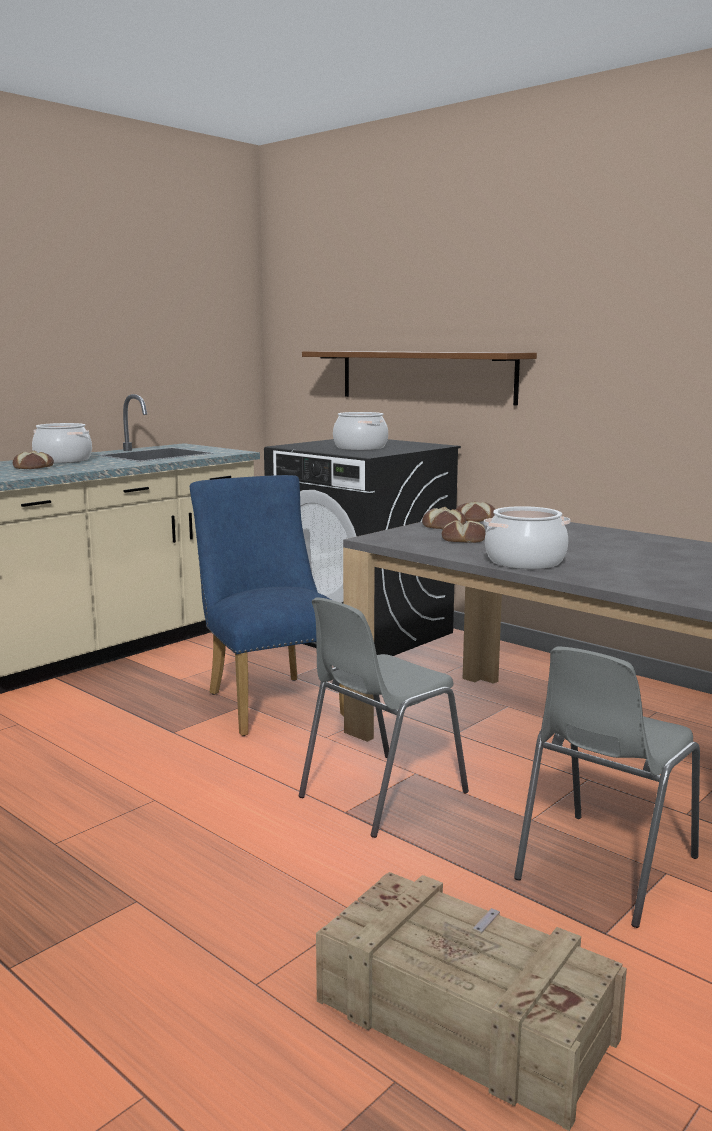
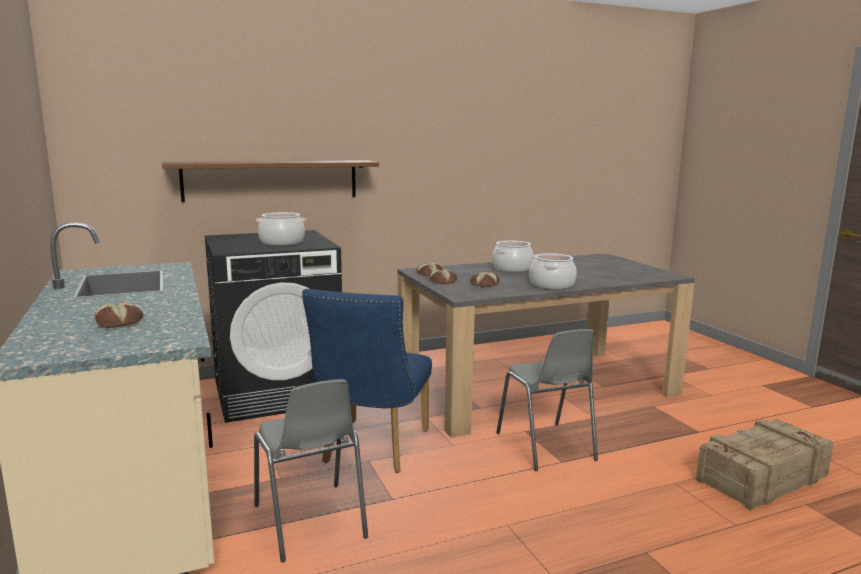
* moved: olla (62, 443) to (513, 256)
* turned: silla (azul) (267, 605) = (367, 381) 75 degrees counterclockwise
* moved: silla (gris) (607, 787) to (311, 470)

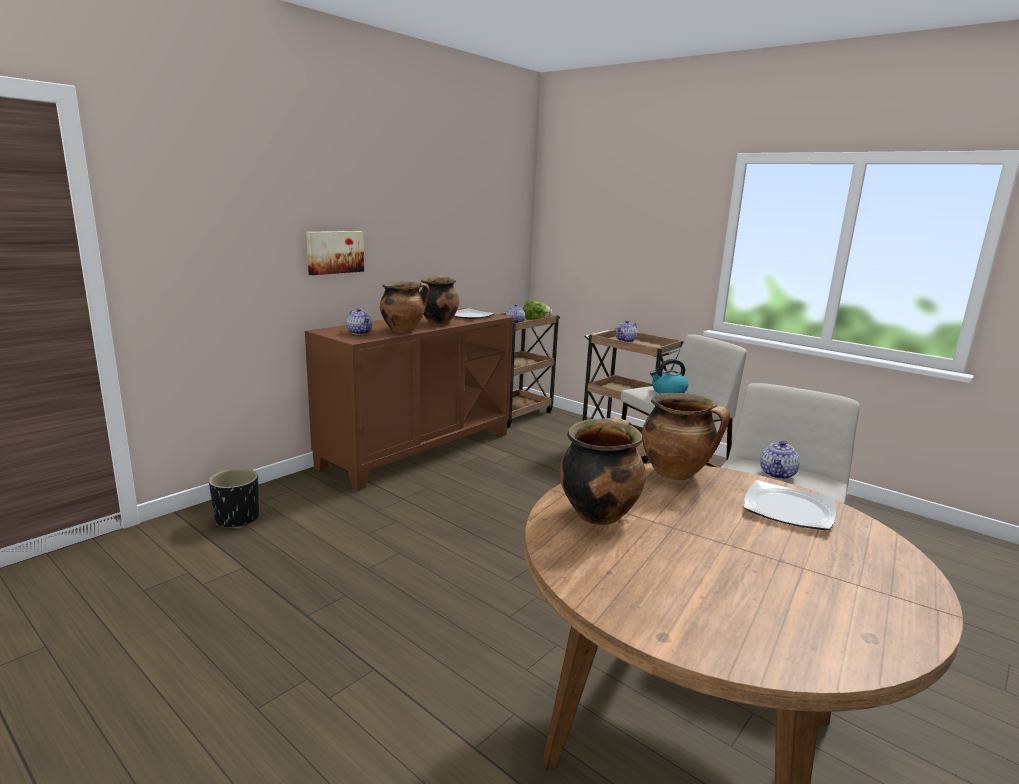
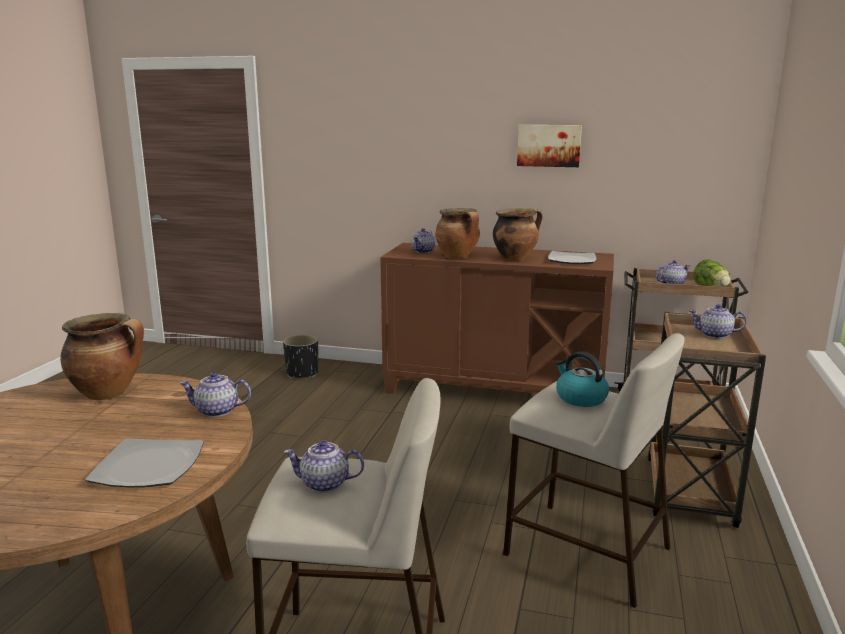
* moved: cuadro (335, 253) to (549, 146)
* replaced: olla (686, 436) to tetera (215, 394)

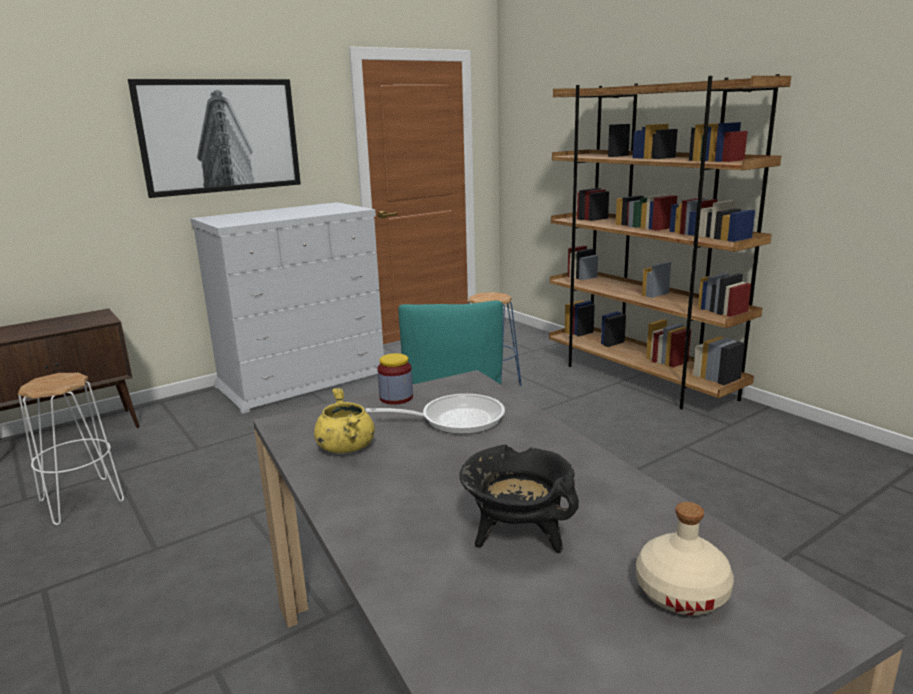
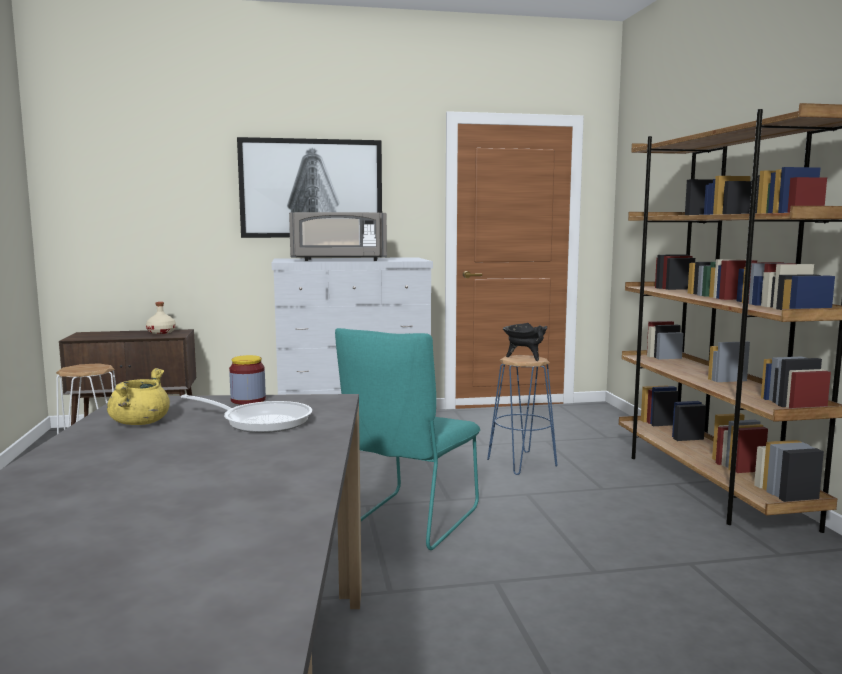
* moved: olla (negro) (519, 498) to (525, 342)
* moved: botella (beis) (685, 558) to (161, 318)
* added: microondas (gris) (338, 236)

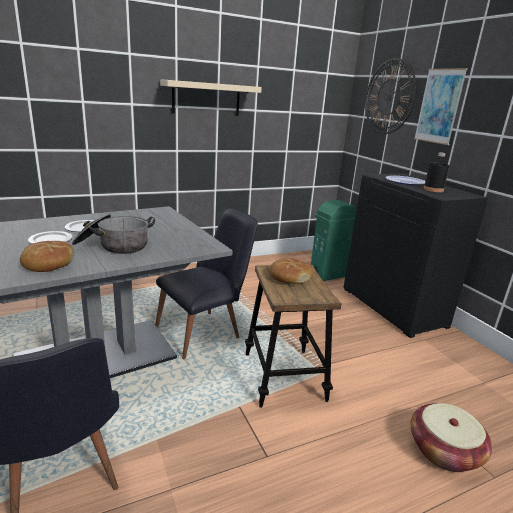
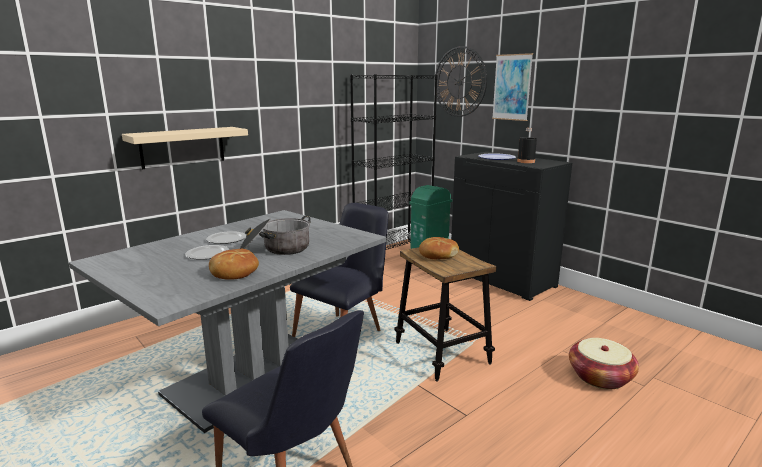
* moved: estante (beis) (211, 98) to (185, 148)
* added: estantería (negro) (394, 162)

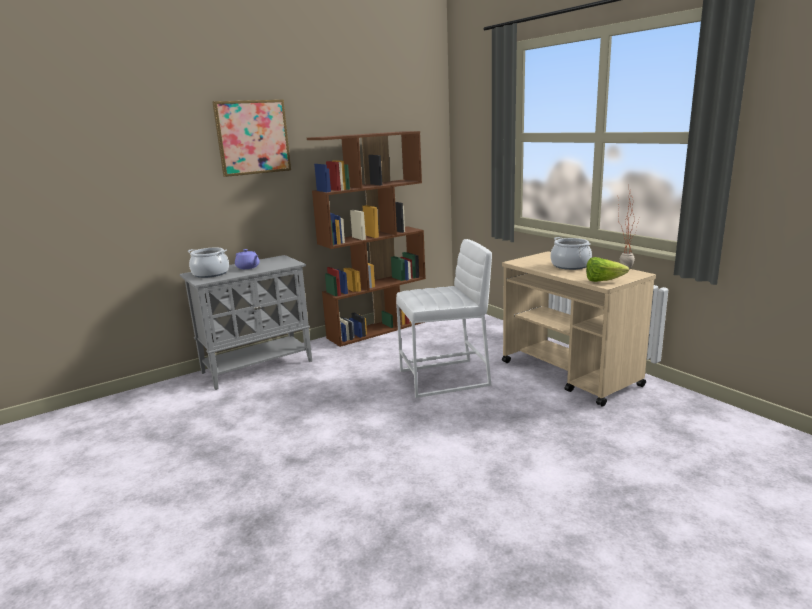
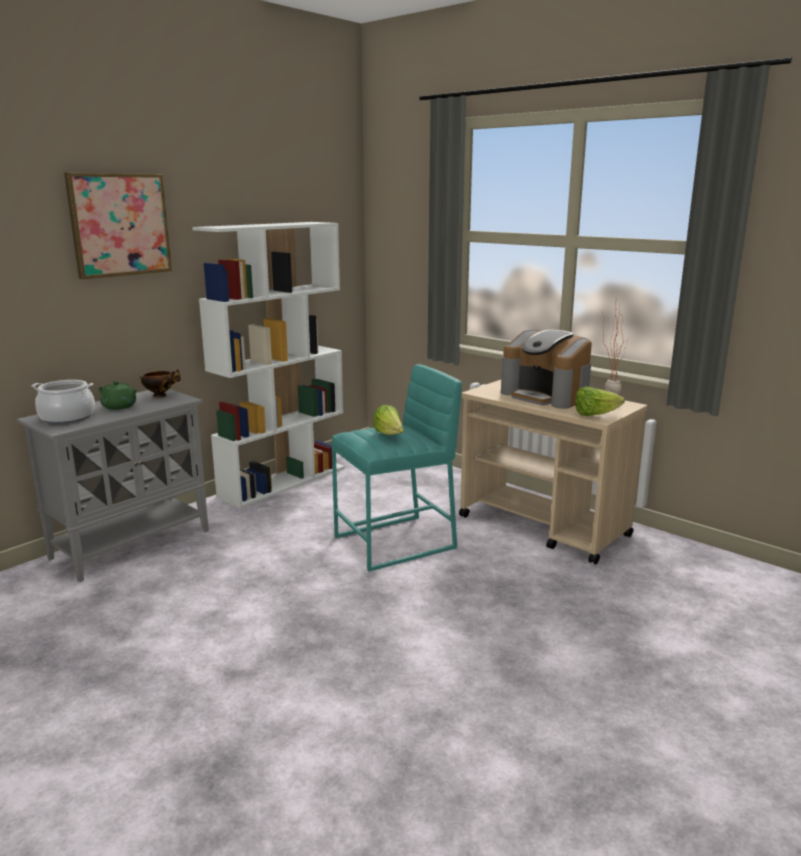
* recoloured: tetera (morado) (247, 259) to tetera (verde) (118, 395)
* recoloured: estantería (marrón) (366, 239) to estantería (blanco) (268, 365)
* recoloured: taburete (blanco) (444, 318) to taburete (turquesa) (397, 468)
* replaced: olla (571, 253) to cafetera (546, 369)
* added: cuenco (160, 384)
* added: lechuga (388, 420)

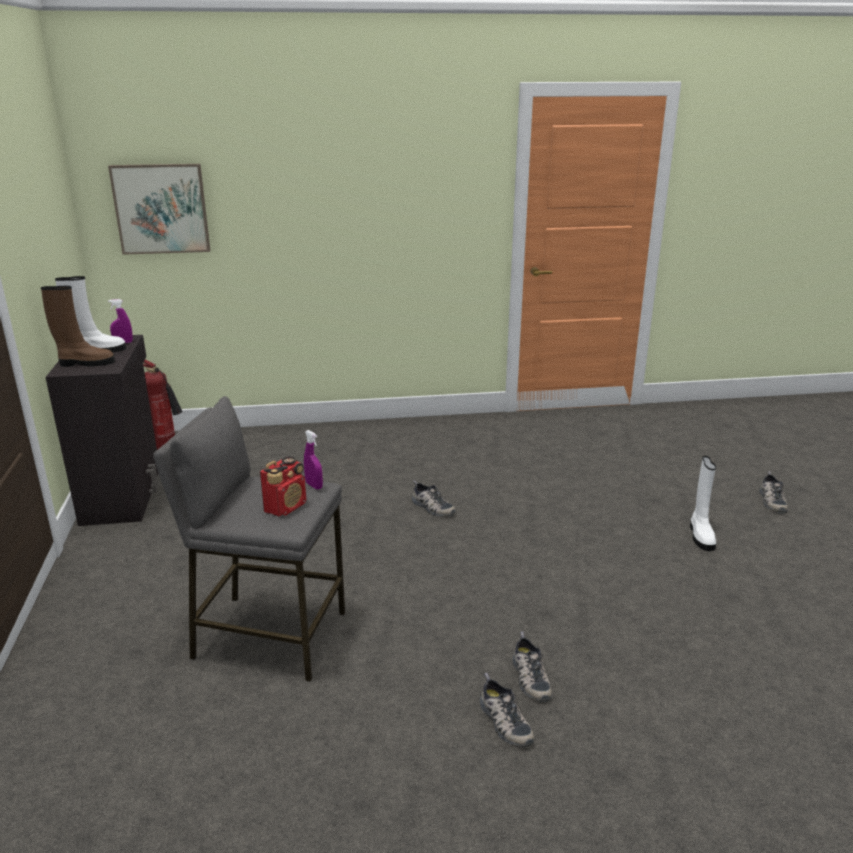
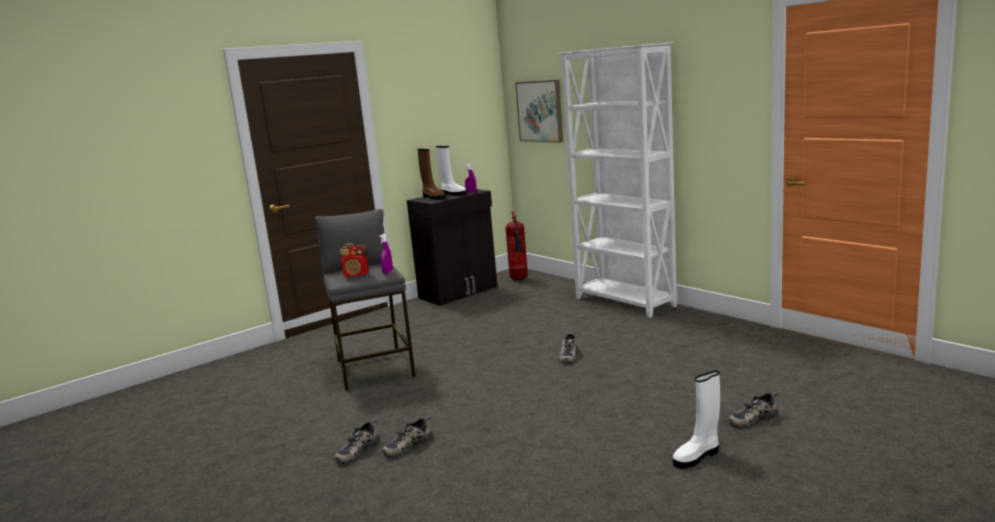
* moved: zapato (773, 492) to (753, 410)
* added: estantería (blanco) (616, 180)

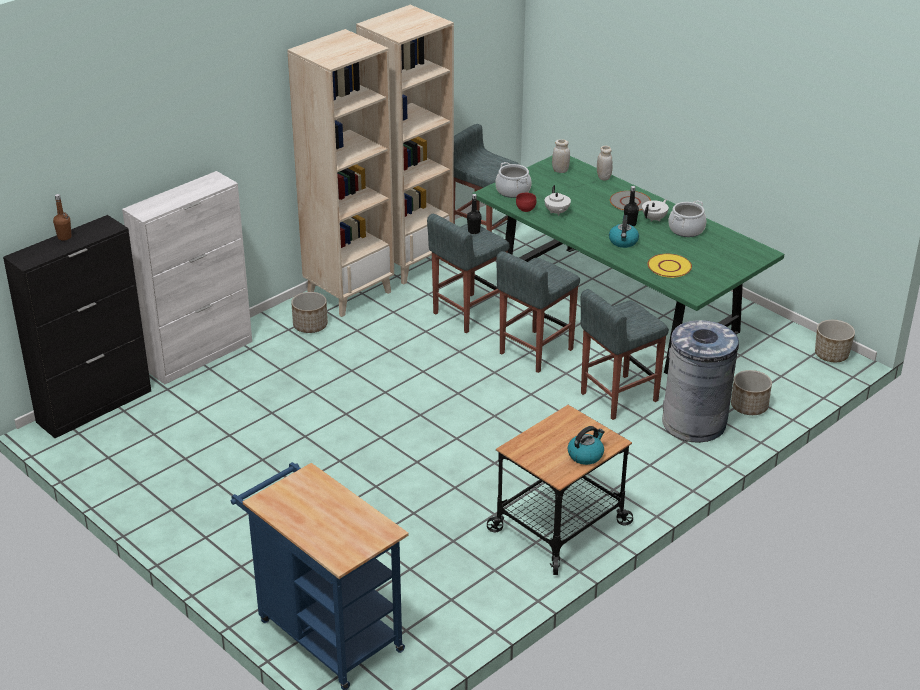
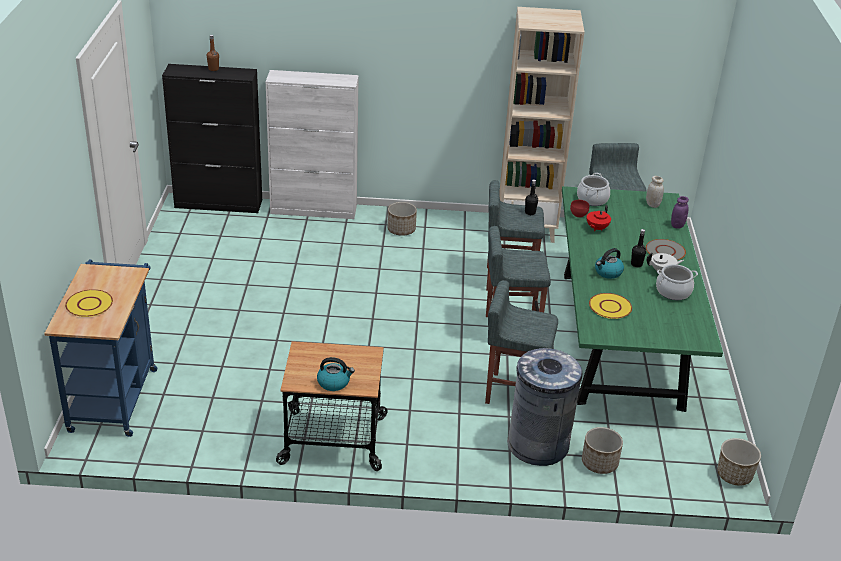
* removed: estantería (beis) (340, 173)
* recoloured: tetera (blanco) (557, 200) to tetera (rojo) (599, 218)
* recoloured: tarro (blanco) (604, 163) to tarro (morado) (680, 212)
* added: plato (amarillo) (89, 303)

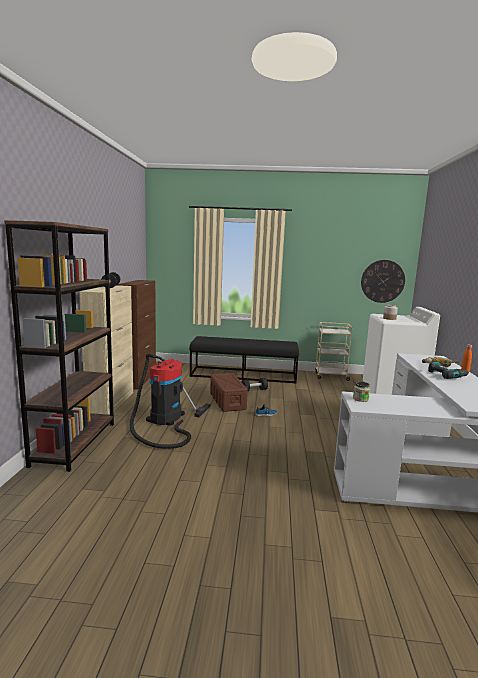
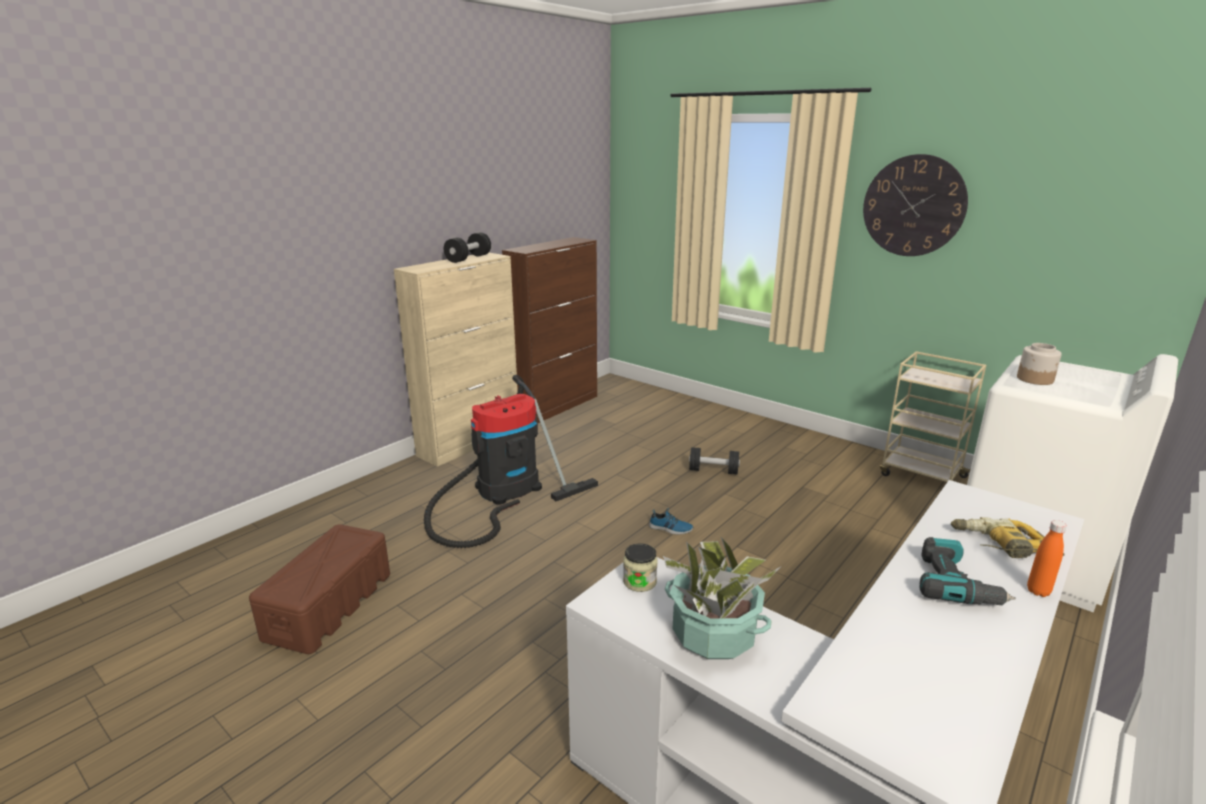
* removed: estantería (marrón) (59, 346)
* removed: banco (negro) (244, 360)
* moved: caja de almacenaje (marrón) (229, 392) to (319, 589)
* moved: reloj de pared (383, 281) to (915, 205)
* added: planta en maceta (721, 598)

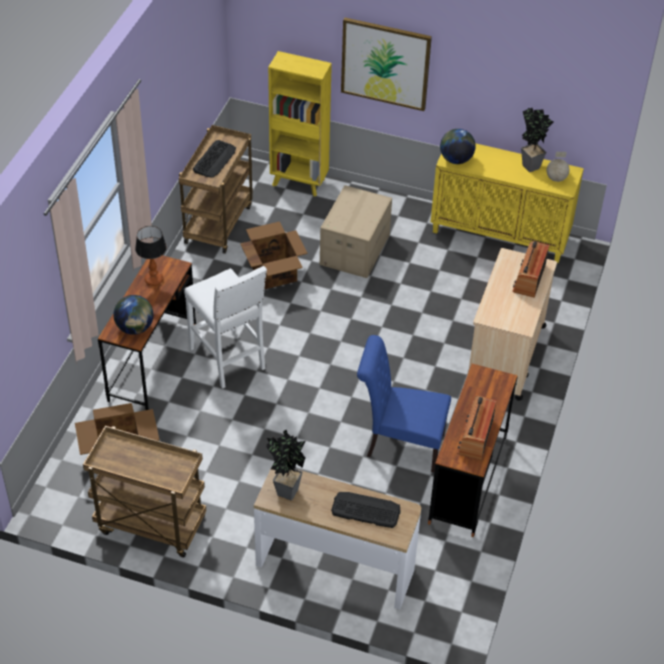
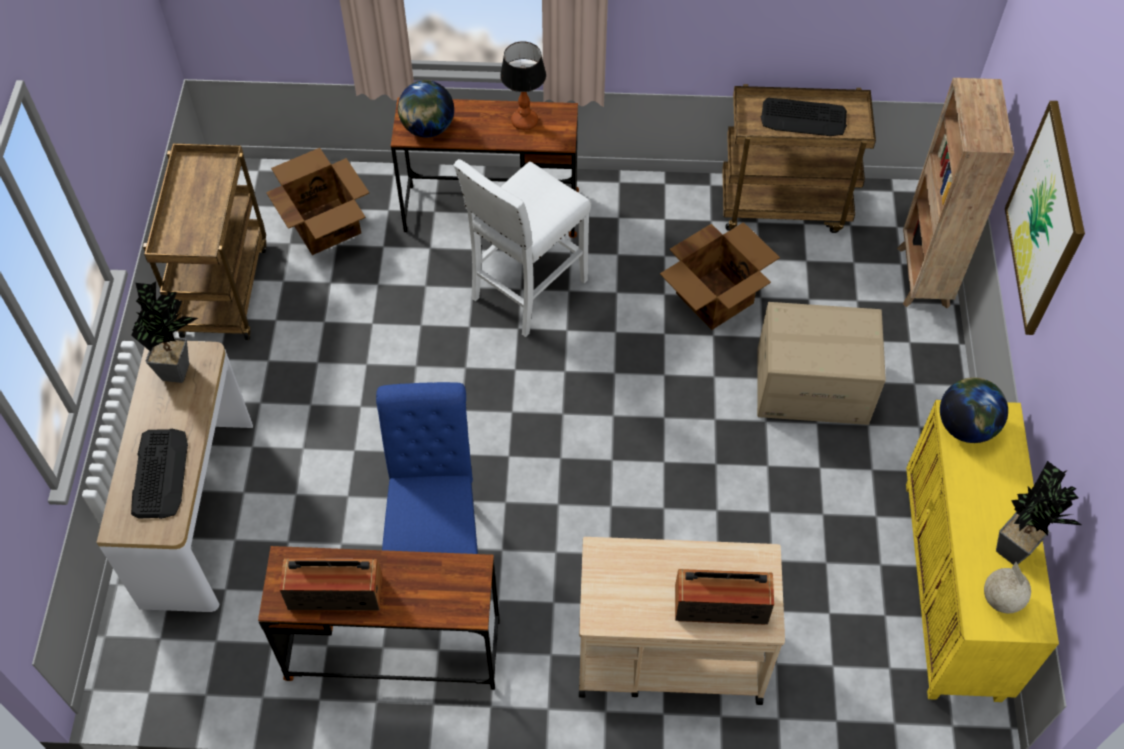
* recoloured: estantería (amarillo) (300, 124) to estantería (marrón) (955, 193)

